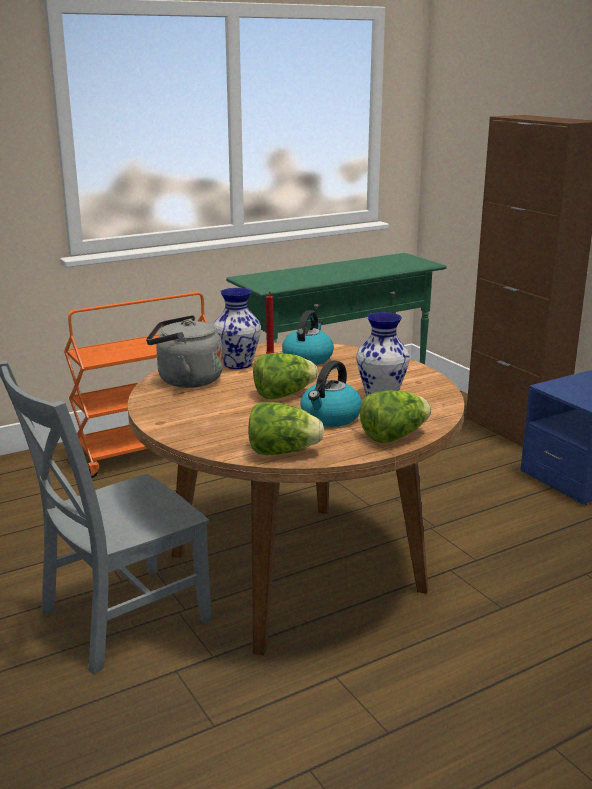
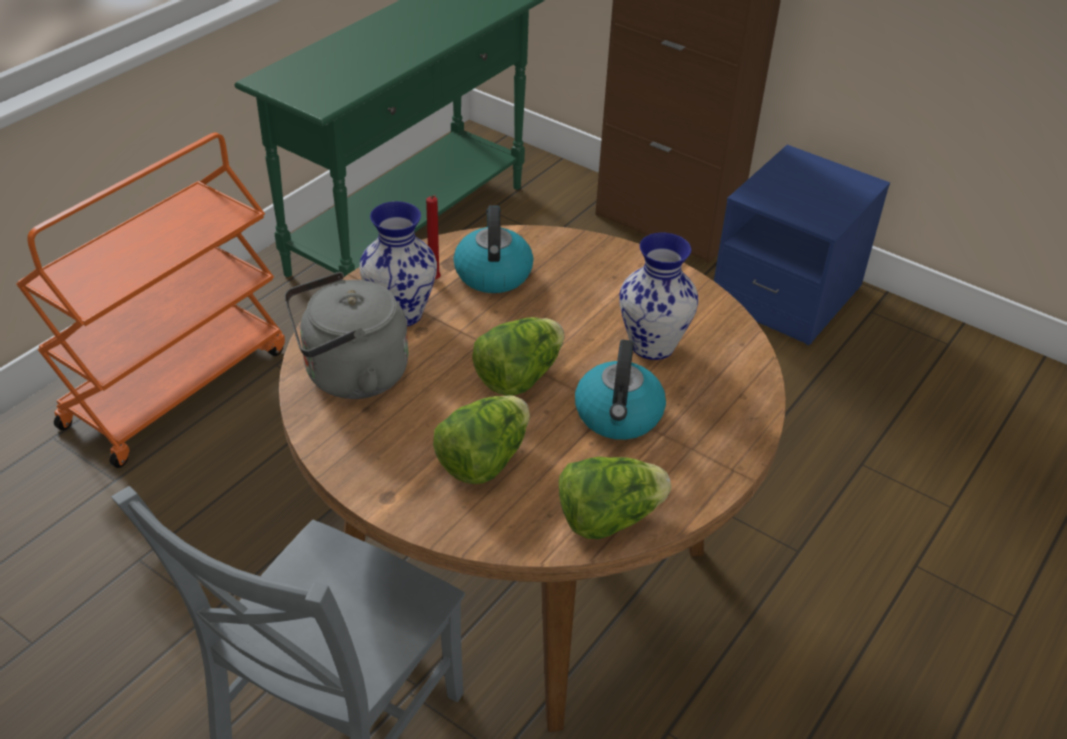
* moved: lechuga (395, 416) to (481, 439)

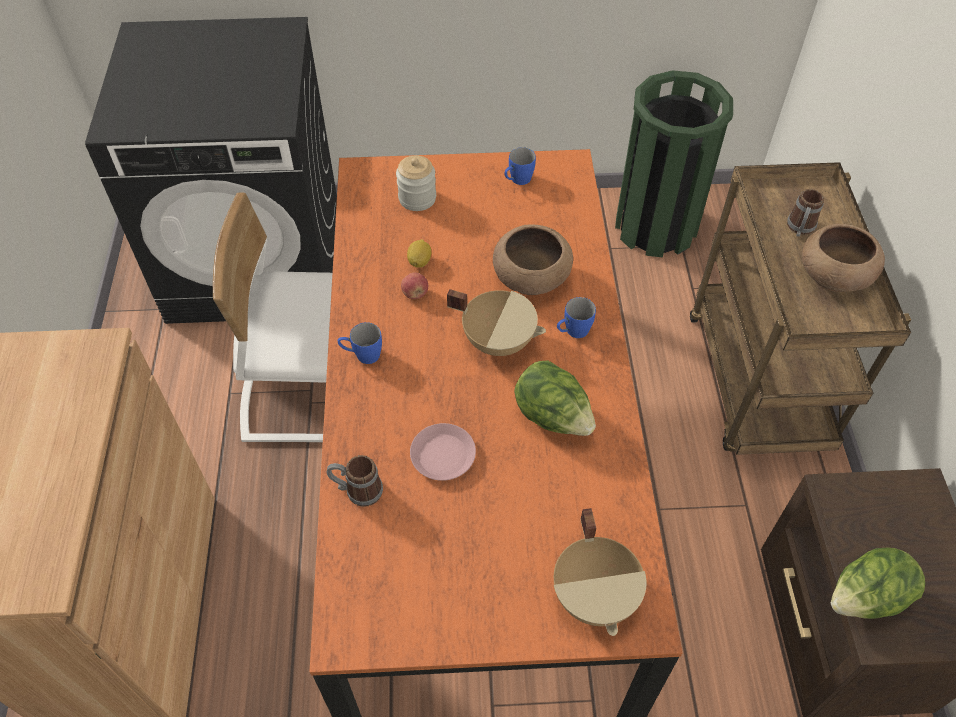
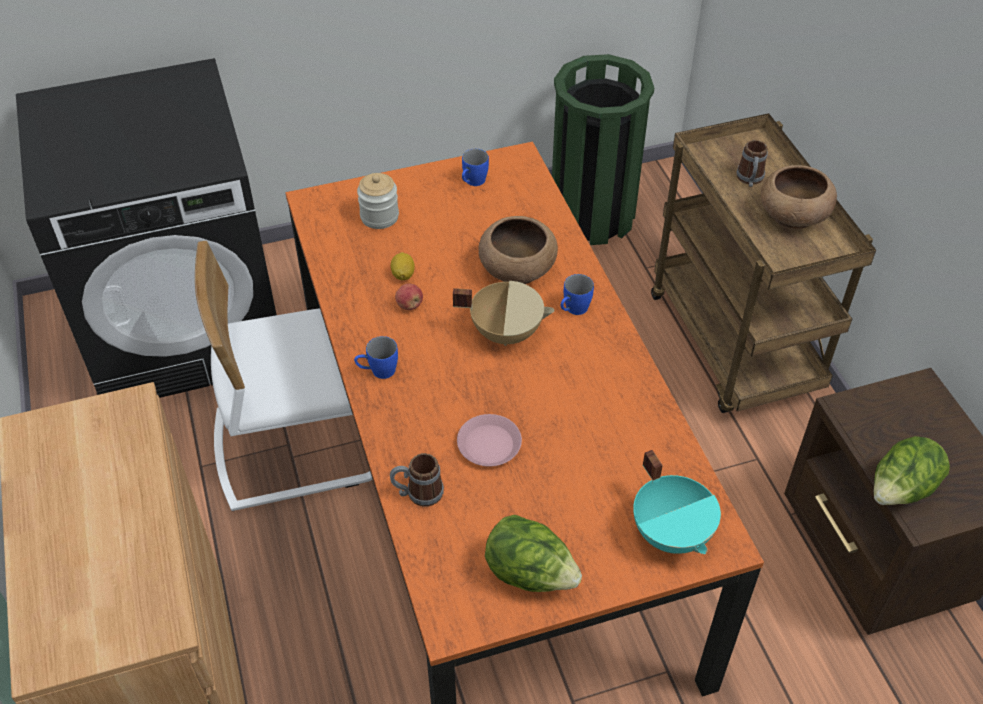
* moved: lechuga (555, 398) to (533, 553)
* recoloured: olla (beis) (600, 572) to olla (turquesa) (677, 502)

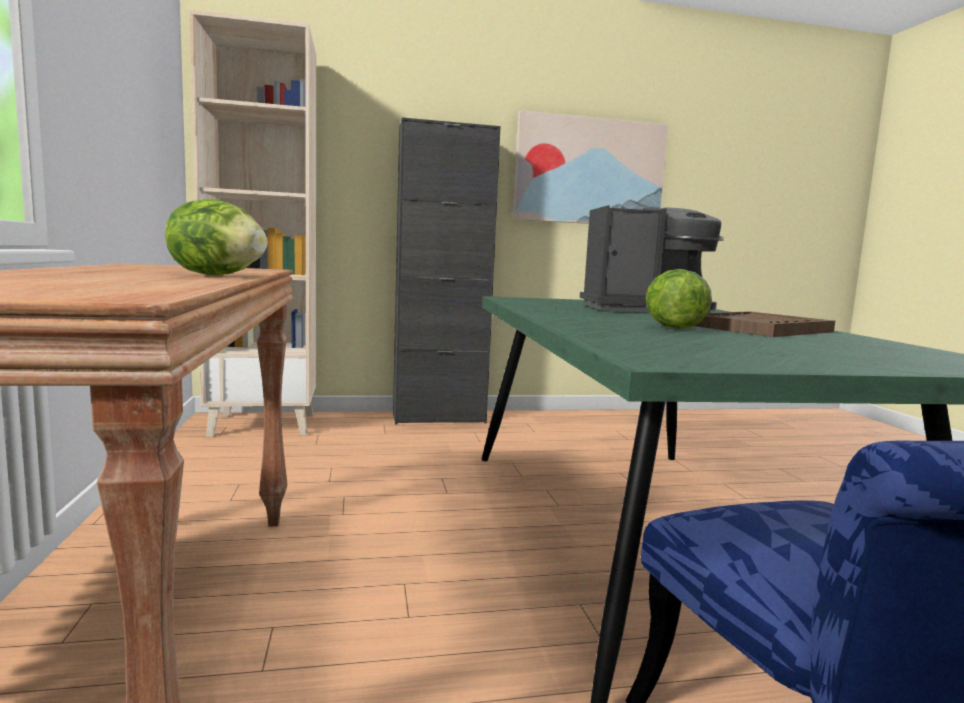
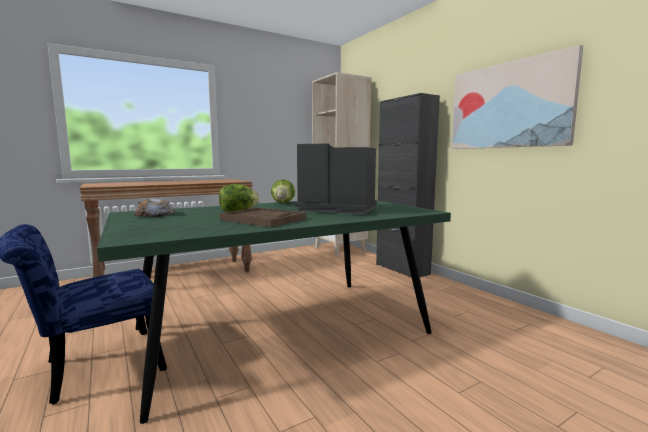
* moved: lechuga (216, 237) to (283, 191)
* turned: cafetera (652, 259) = (336, 178) 135 degrees clockwise
* added: pan (154, 207)

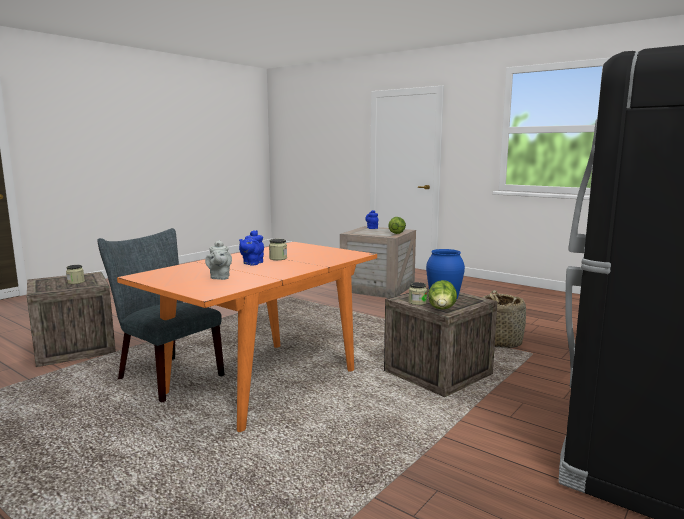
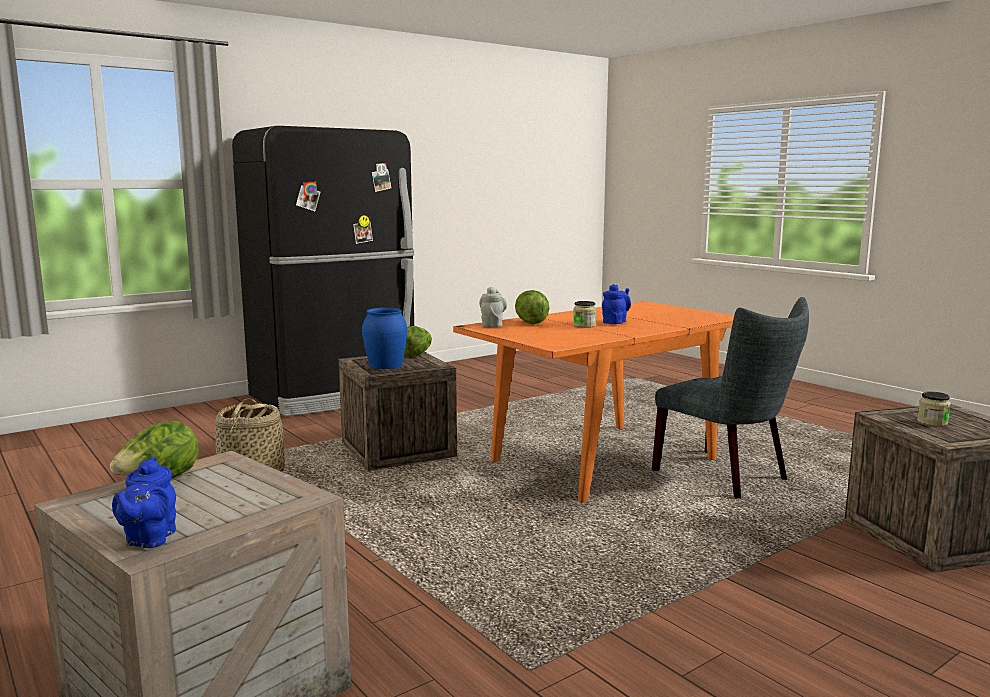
* moved: tetera (gris) (218, 260) to (493, 307)
* removed: tarro (418, 293)
* added: lechuga (532, 307)

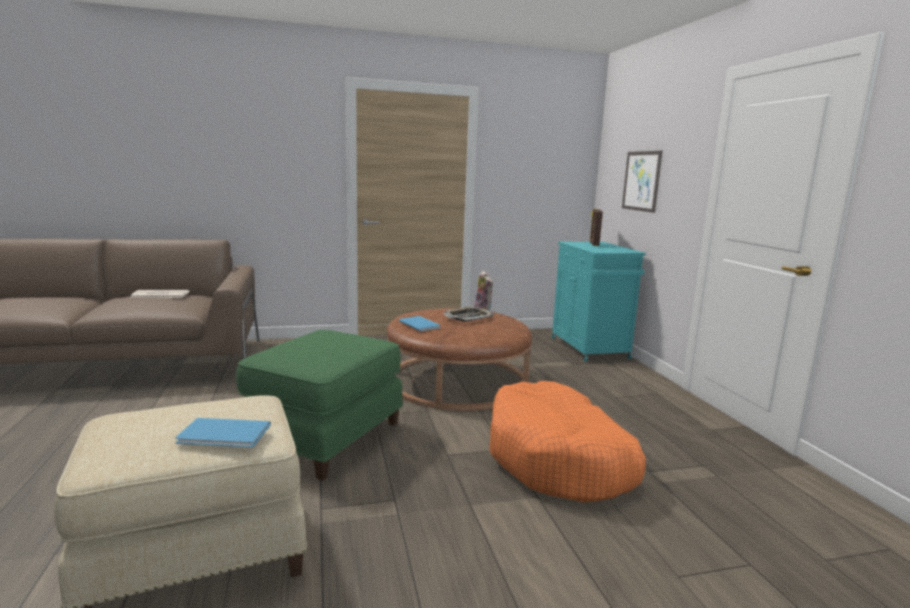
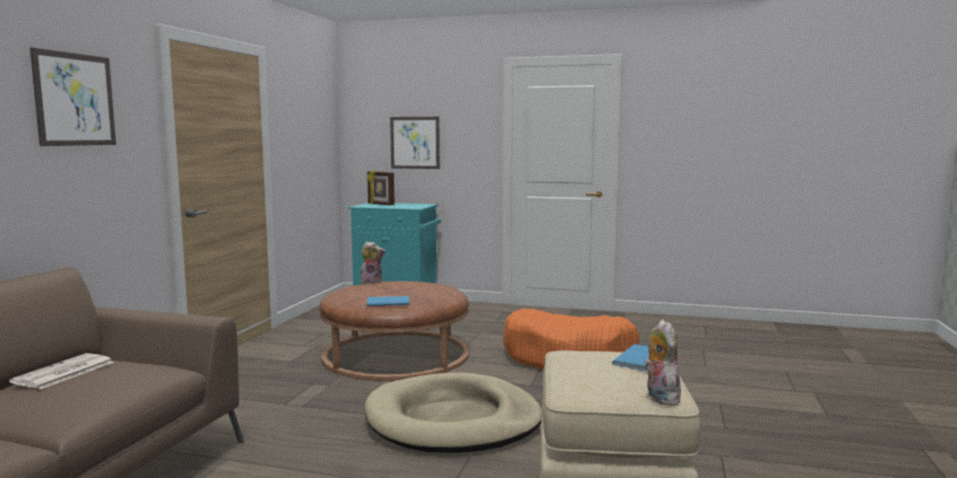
* replaced: puf (verde) (319, 405) to cama para perro (beis) (452, 413)
* removed: bandeja (468, 314)
* added: cuadro (73, 97)
* added: peluche (662, 362)

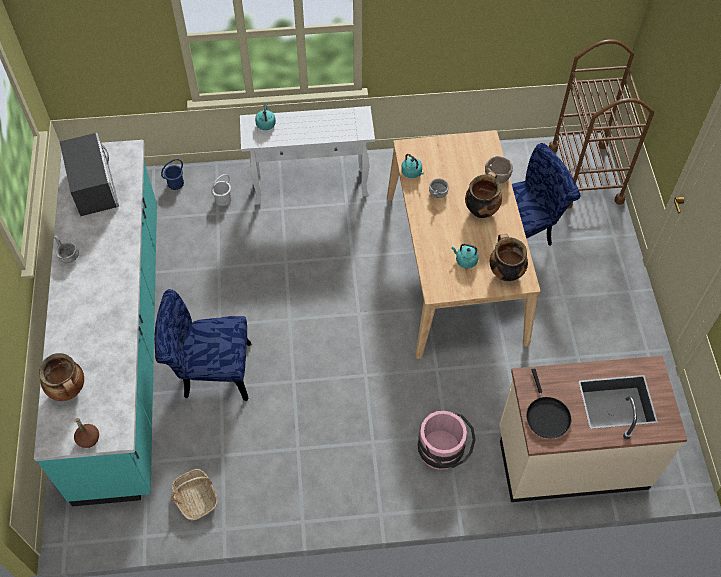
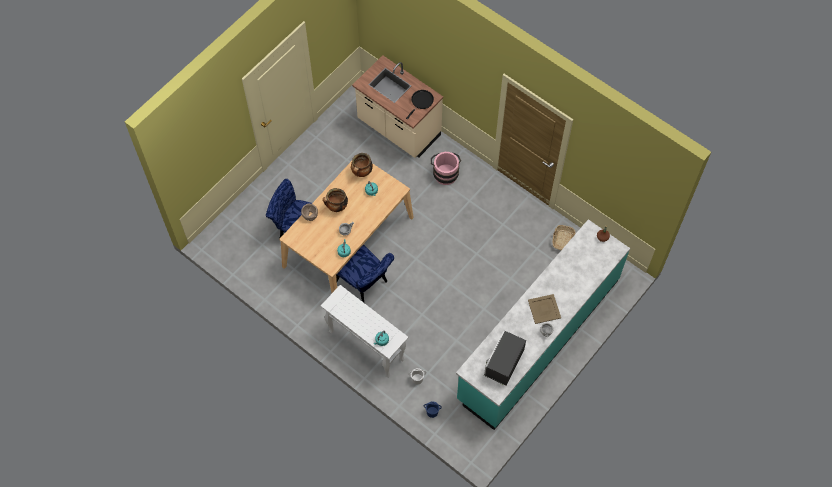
* removed: olla (61, 377)
* moved: silla (azul) (203, 345) to (365, 273)
* removed: carrito (marrón) (601, 124)
* added: bandeja (beis) (544, 309)

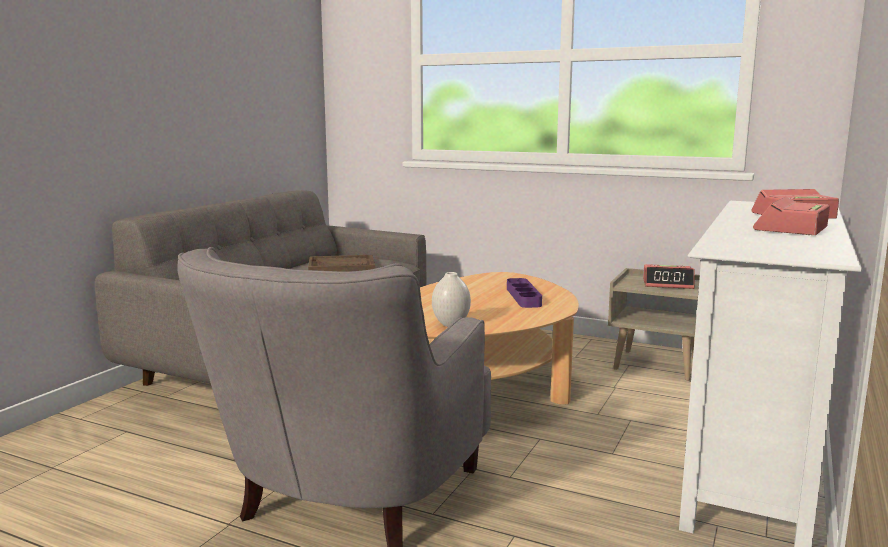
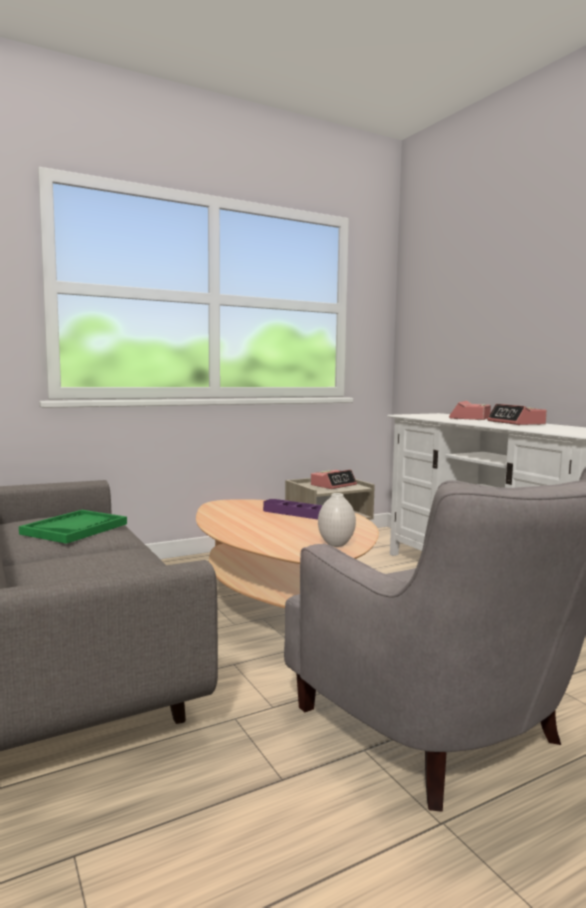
* recoloured: bandeja (marrón) (341, 263) to bandeja (verde) (73, 527)

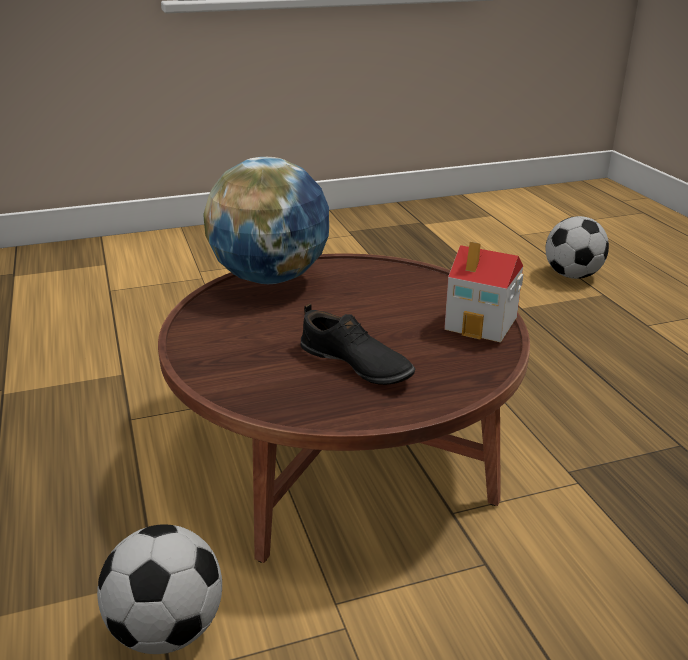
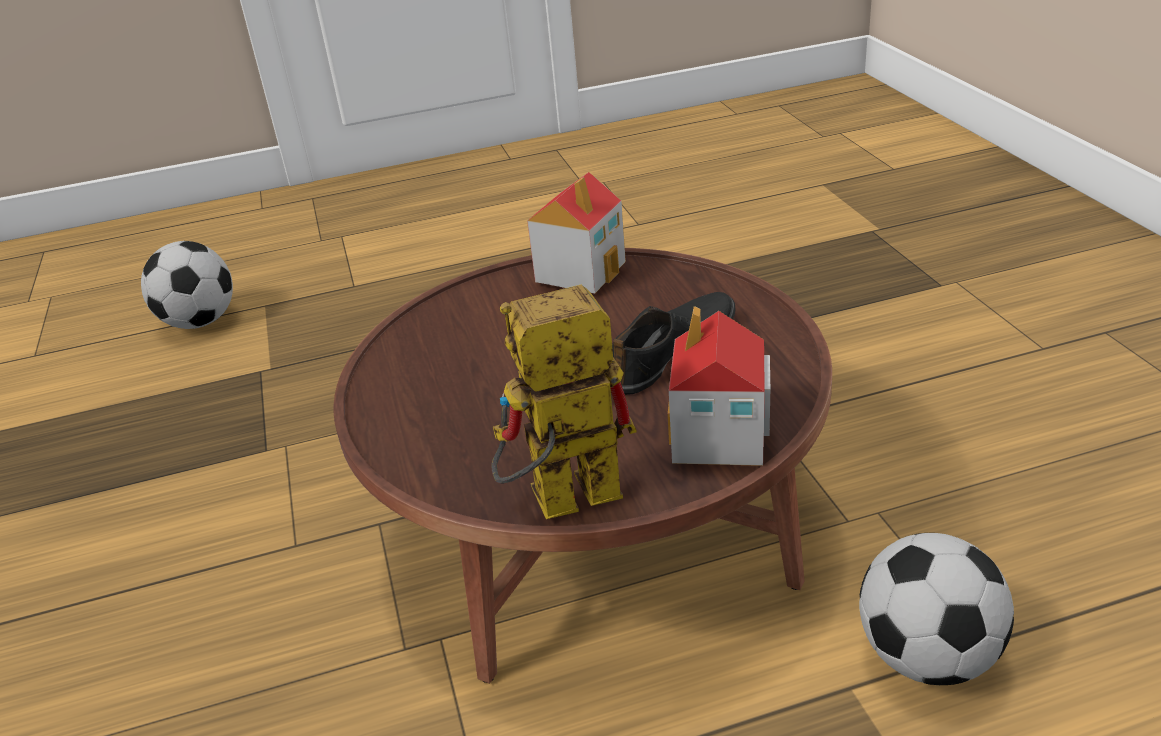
* removed: globo terráqueo (266, 220)
* added: robot de juguete (564, 401)
* added: casita (719, 386)

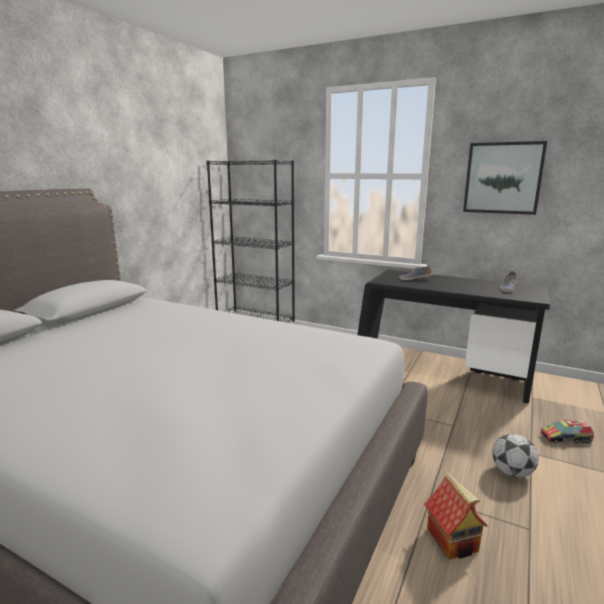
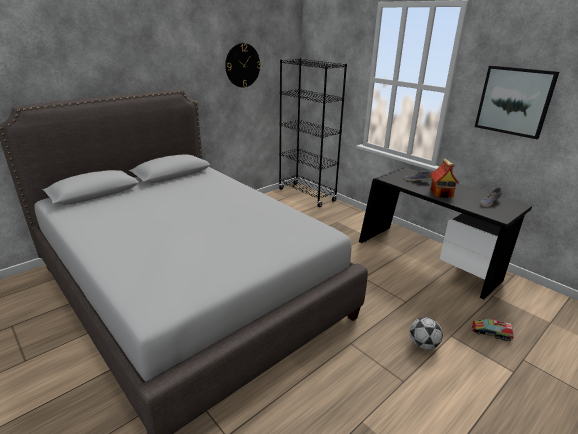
* moved: casita (455, 515) to (444, 178)
* added: reloj de pared (243, 65)

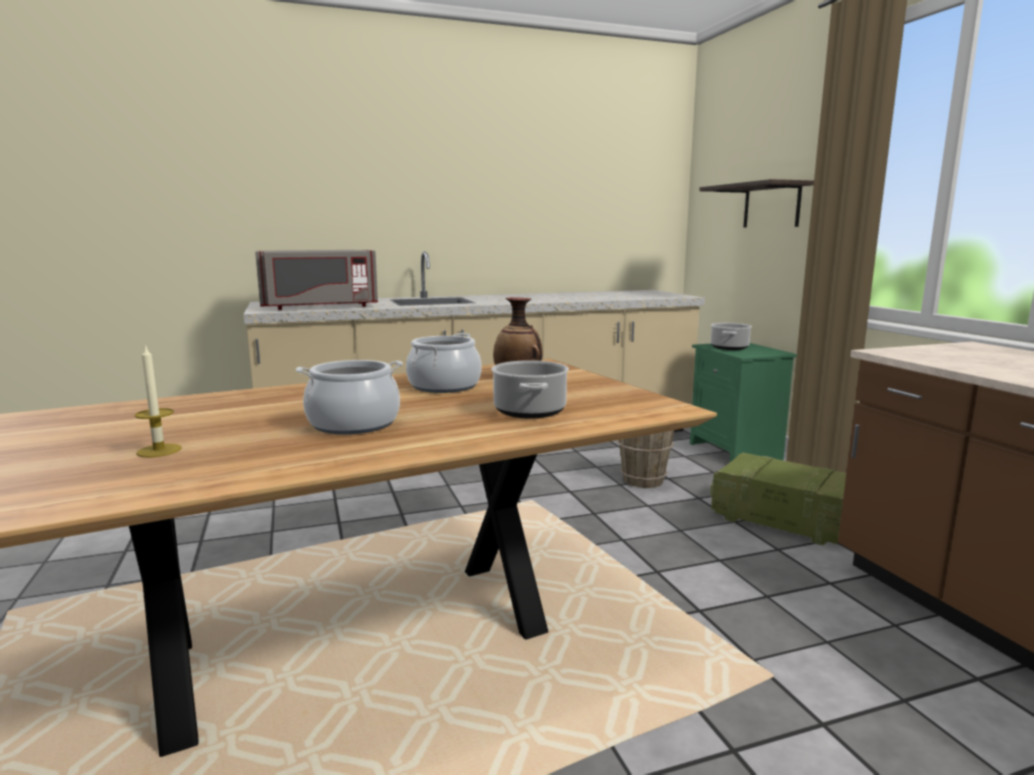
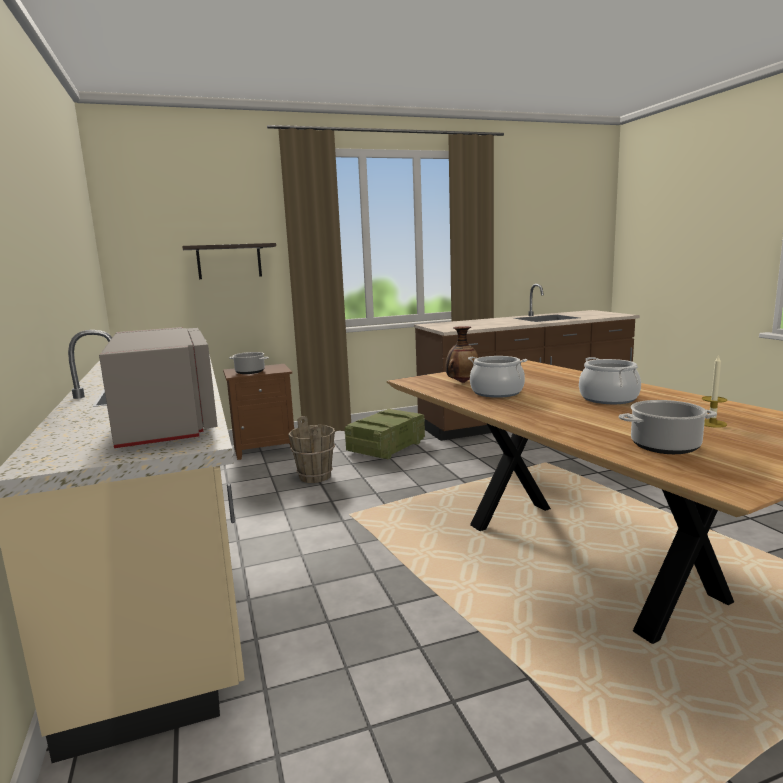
* moved: olla (530, 389) to (668, 427)
* recoloured: mesita de noche (verde) (743, 402) to mesita de noche (marrón) (258, 412)

